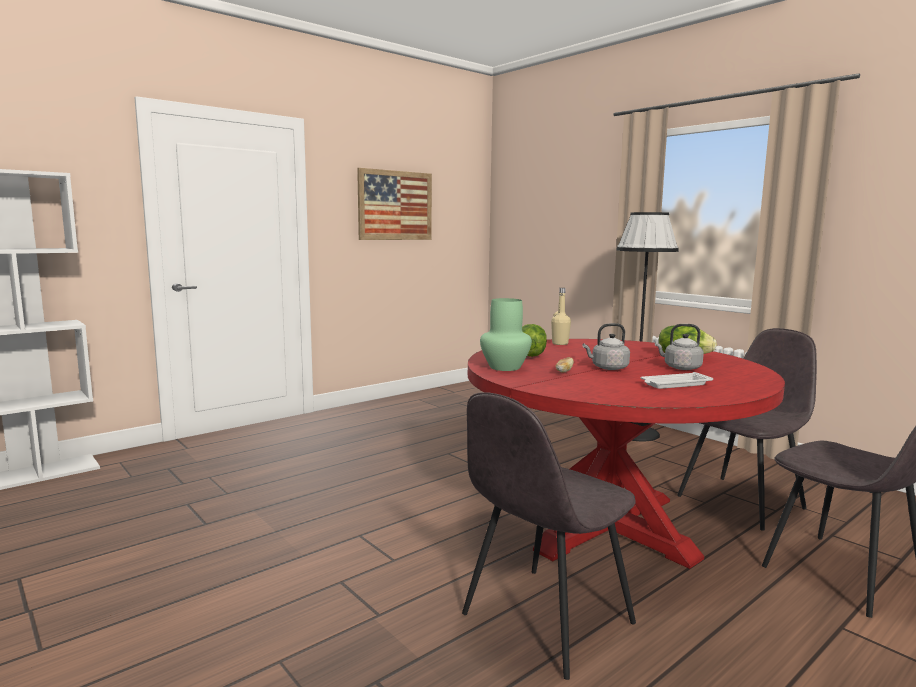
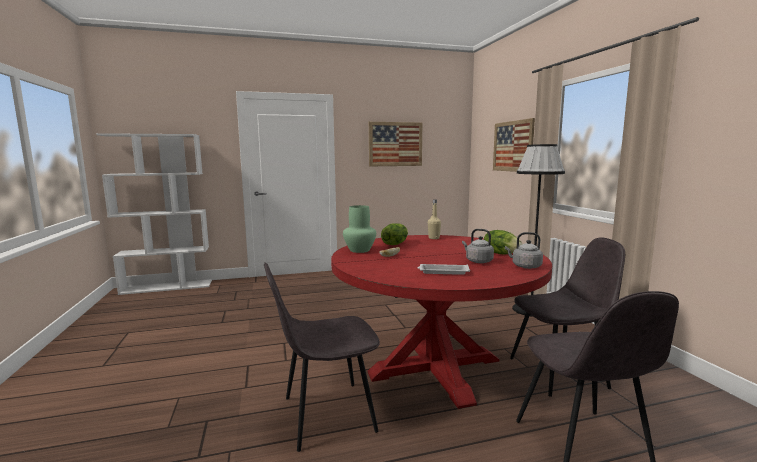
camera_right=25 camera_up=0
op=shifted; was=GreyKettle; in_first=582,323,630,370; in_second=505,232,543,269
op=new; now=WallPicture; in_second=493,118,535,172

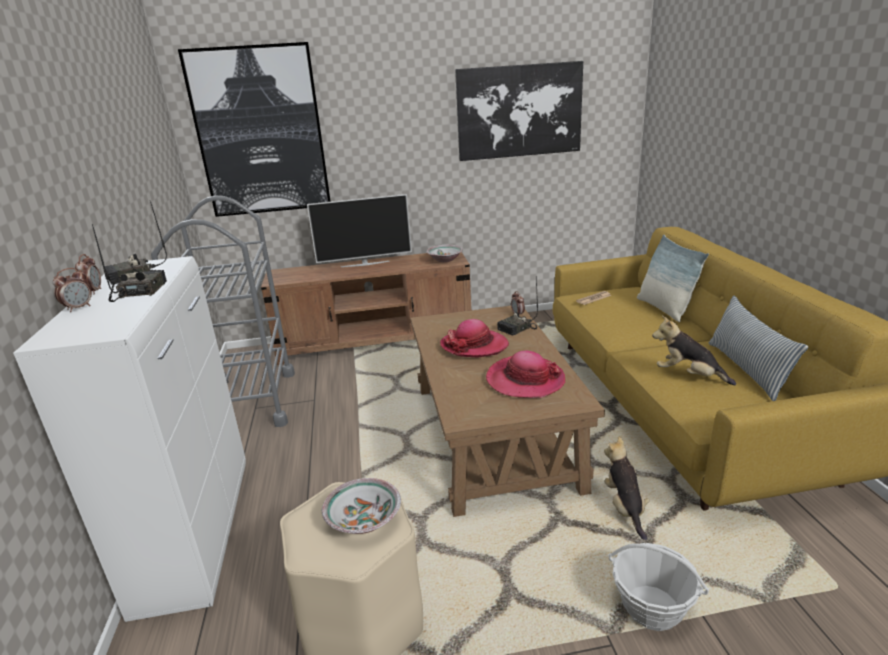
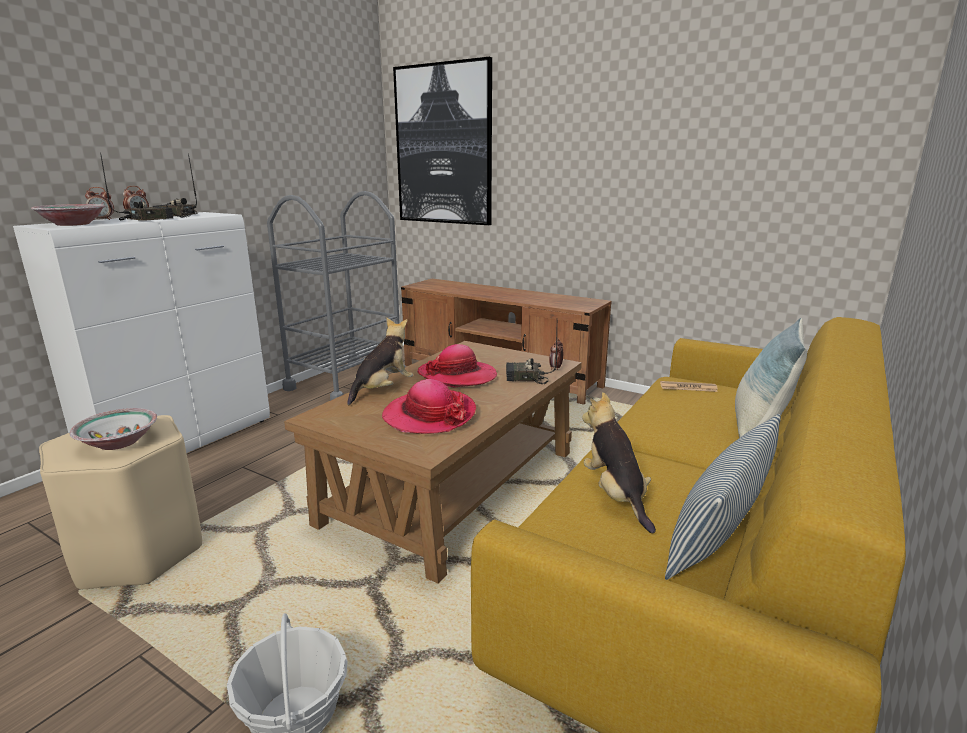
camera_right=40 camera_up=-5
op=gone; was=WallPicture; in_first=455,61,583,161
op=gone; was=Tv; in_first=307,194,412,267
op=shifted; was=Bowl; in_first=427,245,463,262; in_second=31,204,105,226
op=shifted; was=CuddlyToy; in_first=604,436,650,540; in_second=347,318,413,405

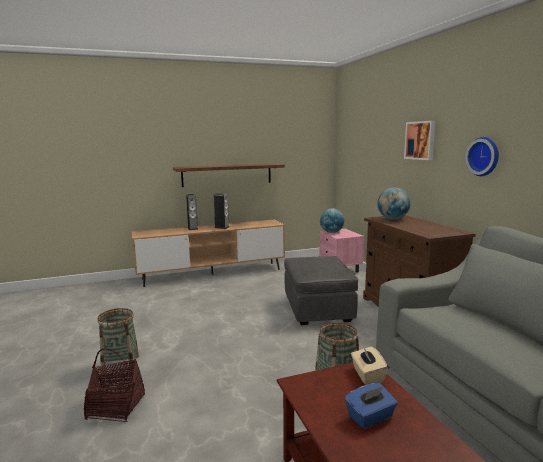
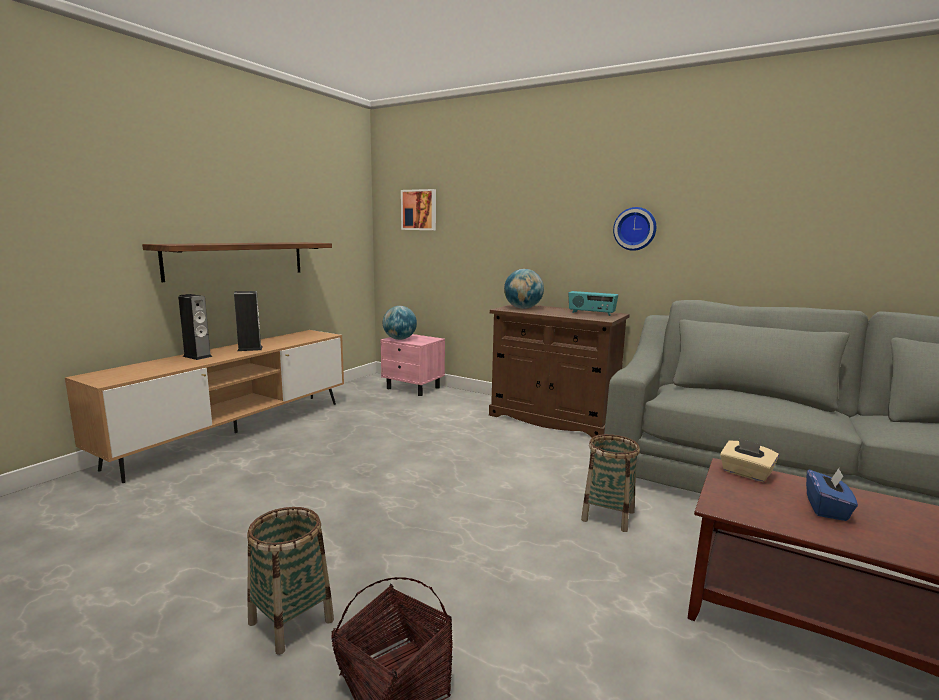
camera_right=-40 camera_up=0
op=shifted; was=WallPicture; in_first=404,121,435,160; in_second=401,189,436,230
op=gone; was=GreyFootrest; in_first=284,256,358,325
op=new; now=RadioReceiver; in_second=568,291,618,316

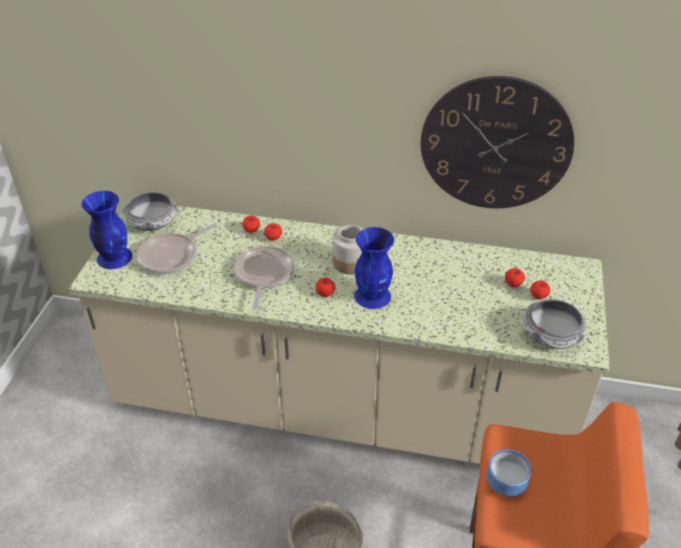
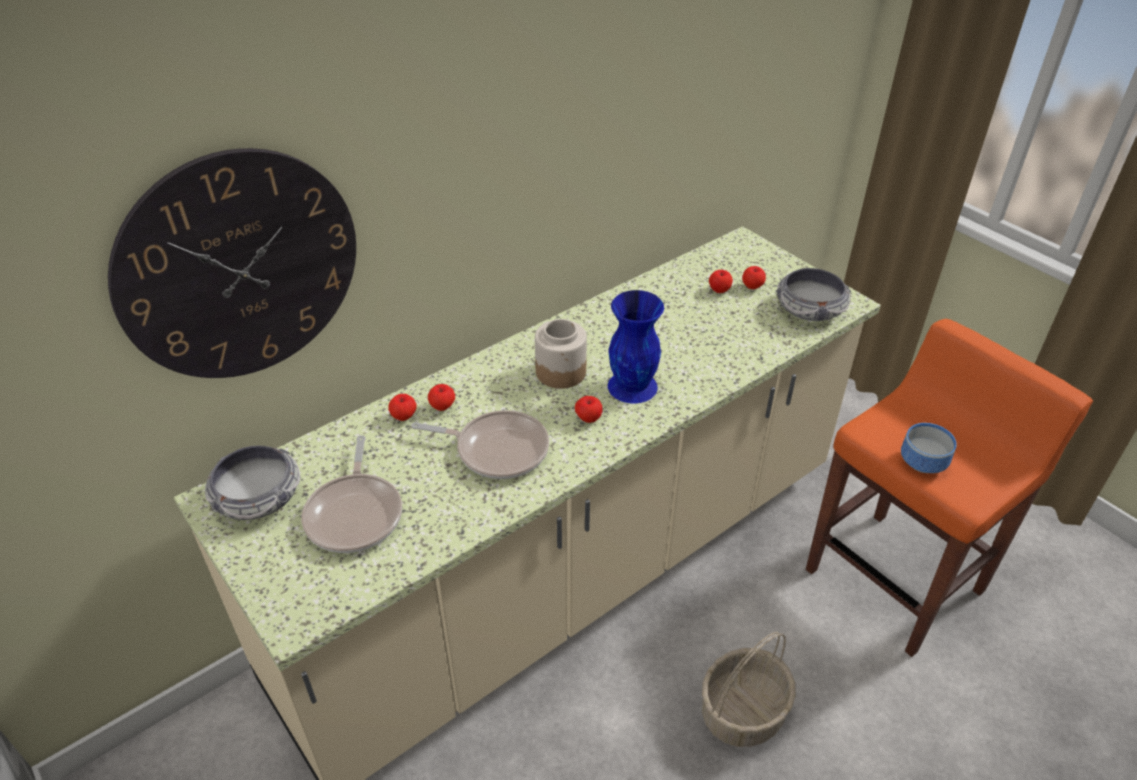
camera_right=-50 camera_up=0
op=shifted; was=ClockOnTheWall; in_first=421,76,574,208; in_second=108,148,356,378
op=gone; was=BlueColouredFlowerVase; in_first=82,191,132,269
op=rotated; was=Skillet; in_first=234,246,294,309; in_second=411,410,549,479; clockwise=150

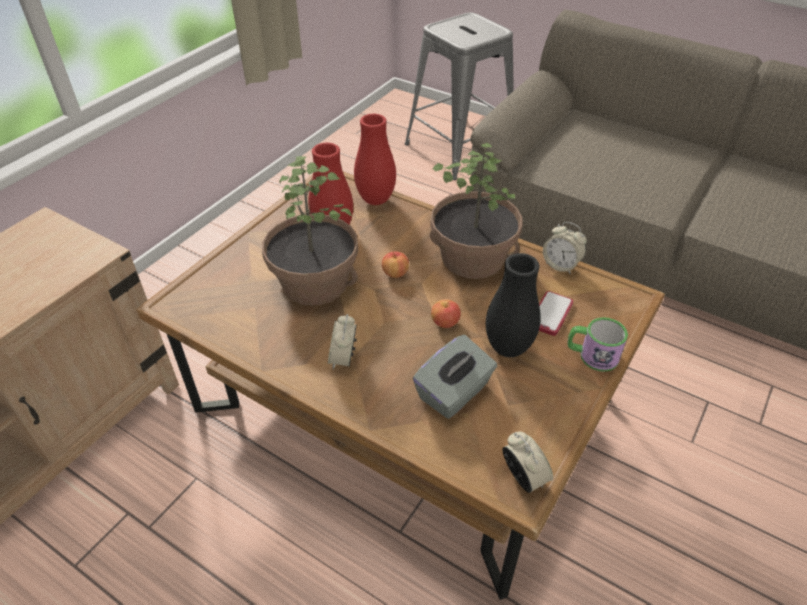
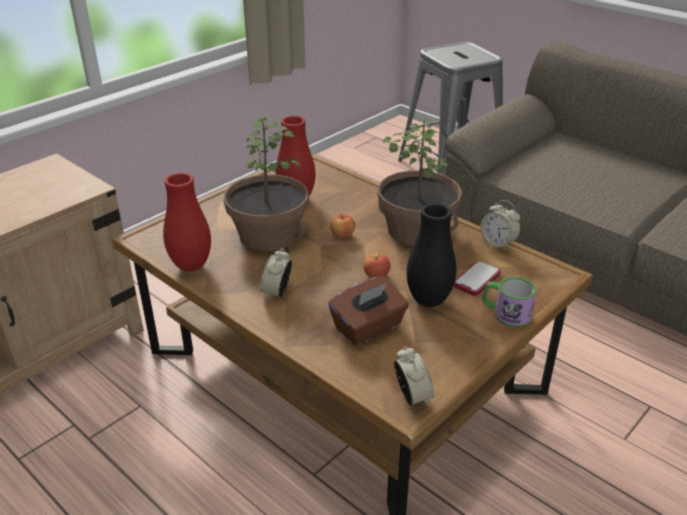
camera_right=10 camera_up=-10
op=shifted; was=RedColouredFlowerVase; in_first=354,114,396,205; in_second=163,173,211,271
op=repainted; was=GreyTissueHolder; now=BrownTissueHolder; in_first=413,335,497,419; in_second=328,276,409,346

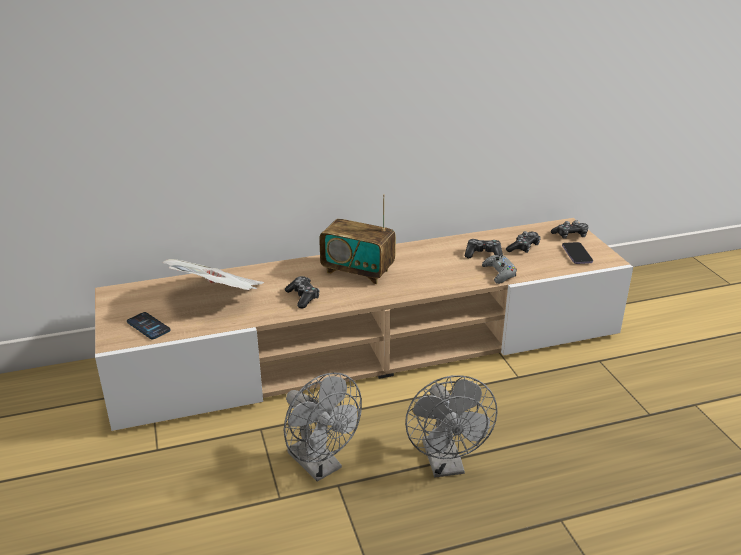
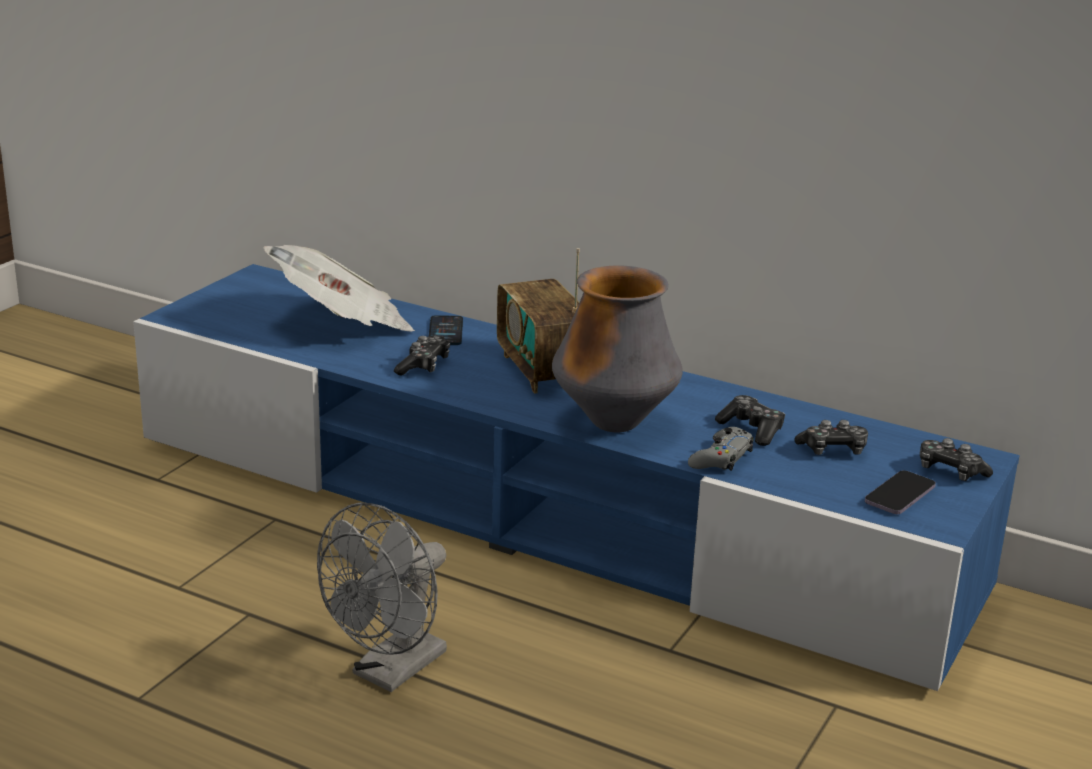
camera_right=45 camera_up=-5
op=repainted; was=SandColouredMediaConsole; now=BlueColouredMediaConsole; in_first=95,218,633,431; in_second=133,264,1020,691
op=shifted; was=Phone; in_first=127,312,171,339; in_second=429,315,463,345
op=gone; was=GreyCoolingFan; in_first=284,372,362,482
op=new; now=FlowerVase; in_second=552,266,683,432

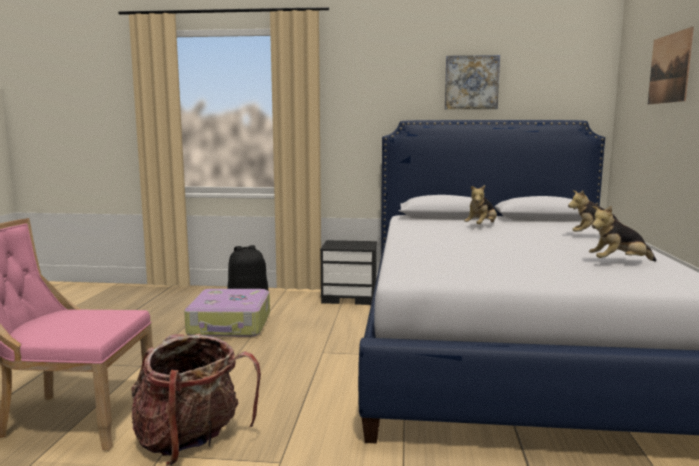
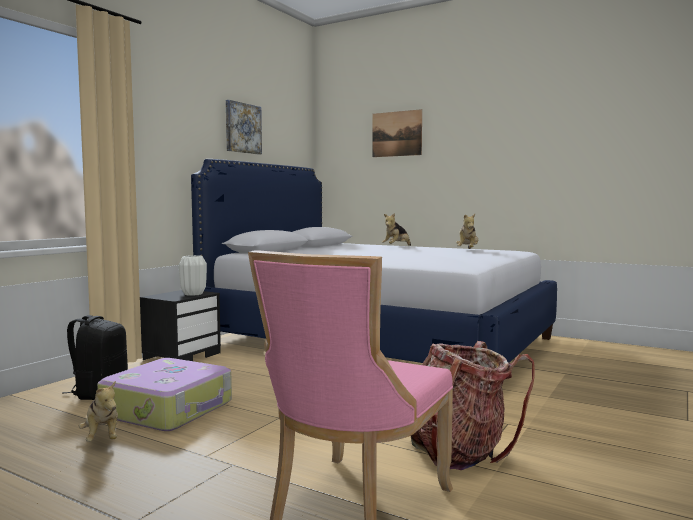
camera_right=-65 camera_up=-5
op=shifted; was=CuddlyToy; in_first=464,185,497,224; in_second=79,381,118,442
op=new; now=WhiteFlowerVase; in_second=179,255,207,296

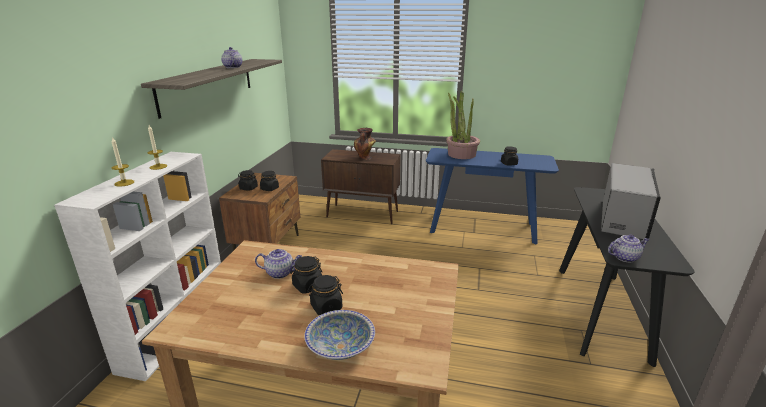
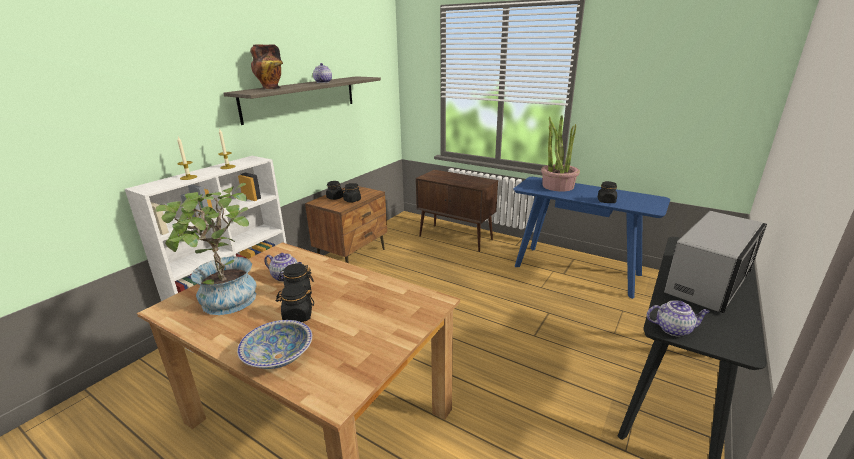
camera_right=20 camera_up=0
op=shifted; was=FlowerVase; in_first=354,128,376,160; in_second=250,44,283,89
op=new; now=Houseplant; in_second=155,183,257,315

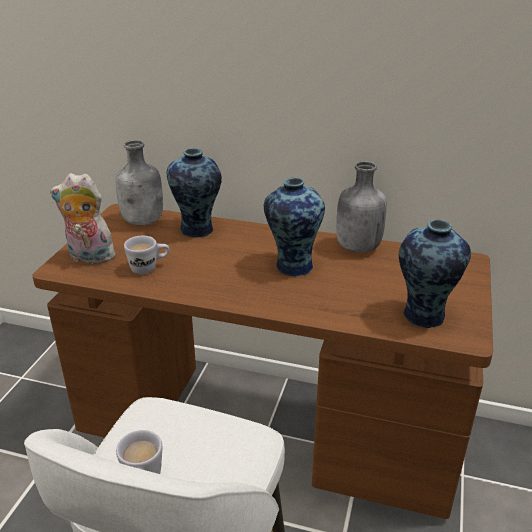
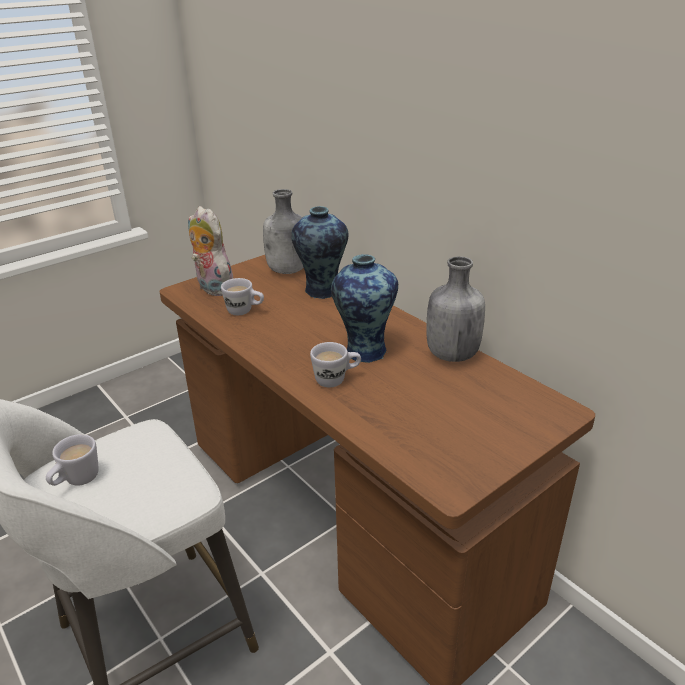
camera_right=35 camera_up=0
op=gone; was=FlowerVase; in_first=398,220,471,328
op=new; now=WhiteMug; in_second=310,342,361,388

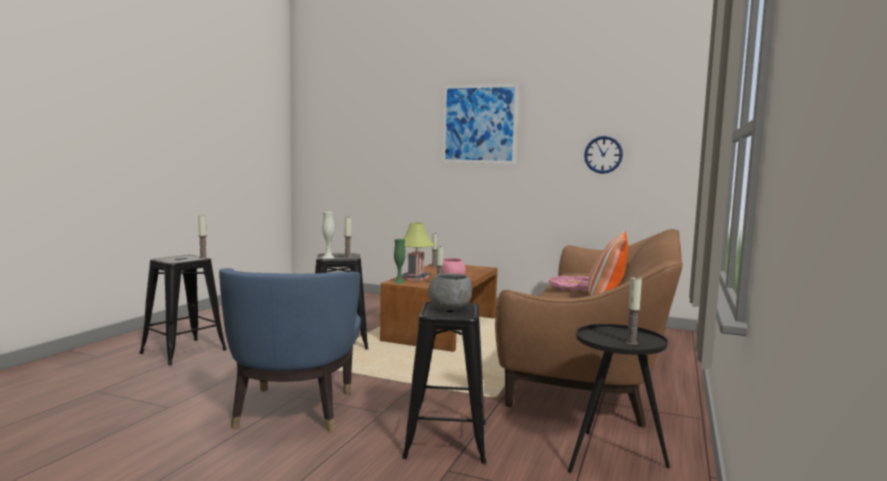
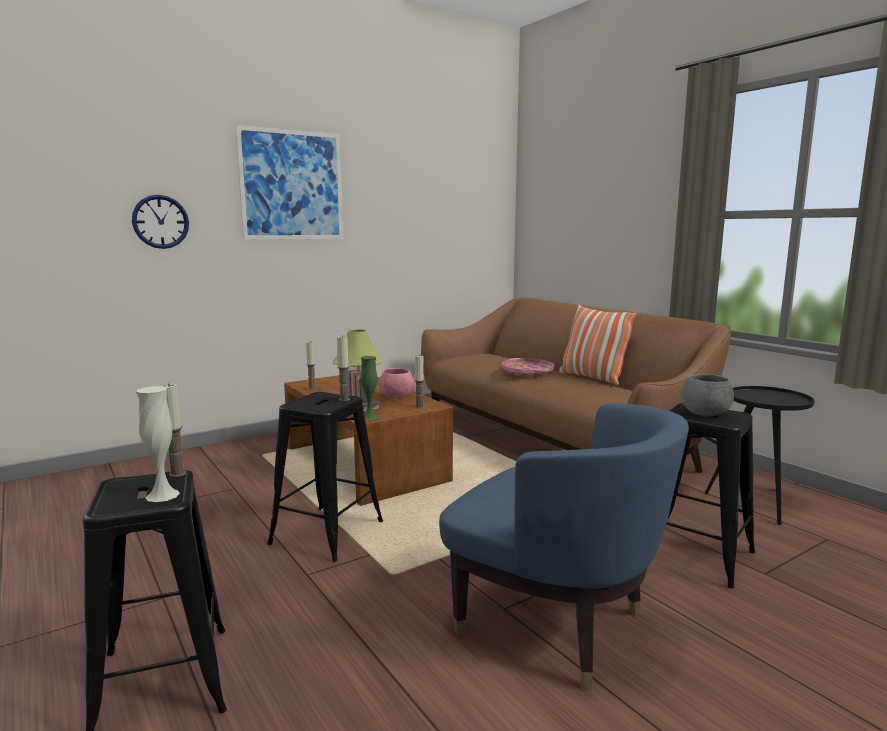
camera_right=-55 camera_up=5
op=shifted; was=ClockOnTheWall; in_first=584,136,623,174; in_second=132,195,189,249
op=shifted; was=WhiteFlowerVase; in_first=322,212,335,259; in_second=136,386,180,502
op=gone; was=WaxLight; in_first=626,276,642,345

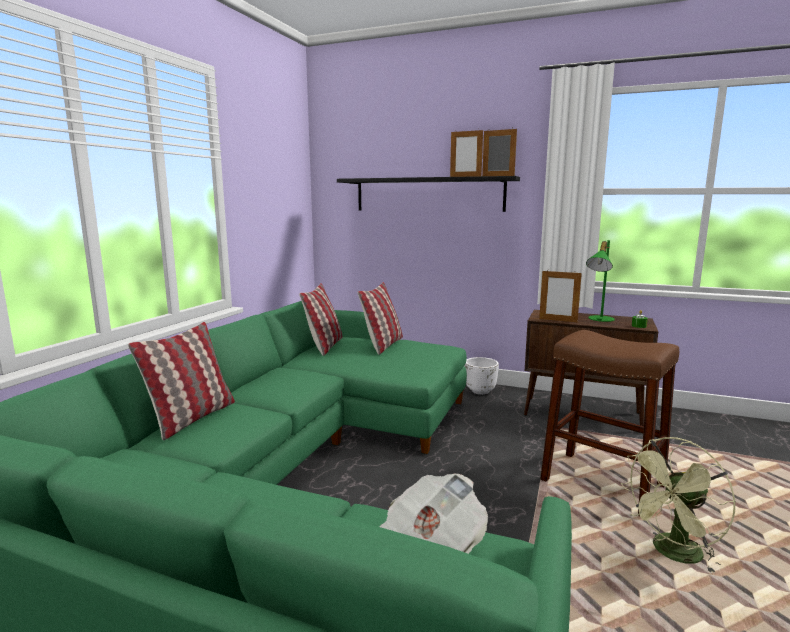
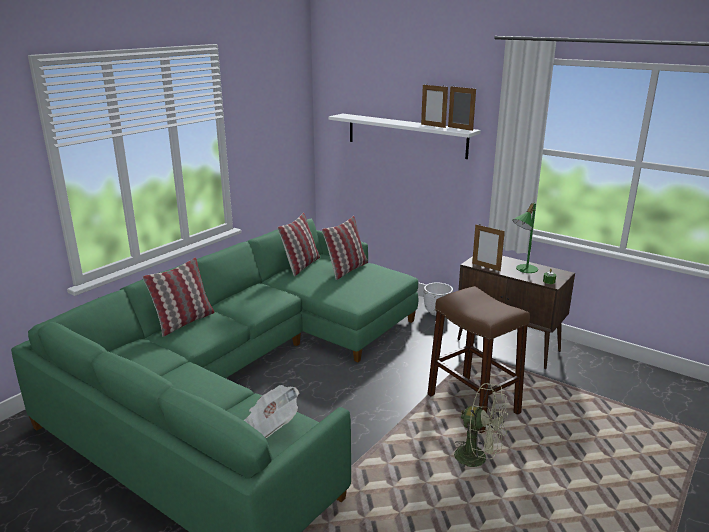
camera_right=15 camera_up=10
op=repainted; was=BlackWallShelf; now=WhiteWallShelf; in_first=337,176,520,212; in_second=328,113,481,159
op=rotated; was=GreenishCoolingFan; in_first=621,437,736,574; in_second=454,383,508,467; clockwise=-135

